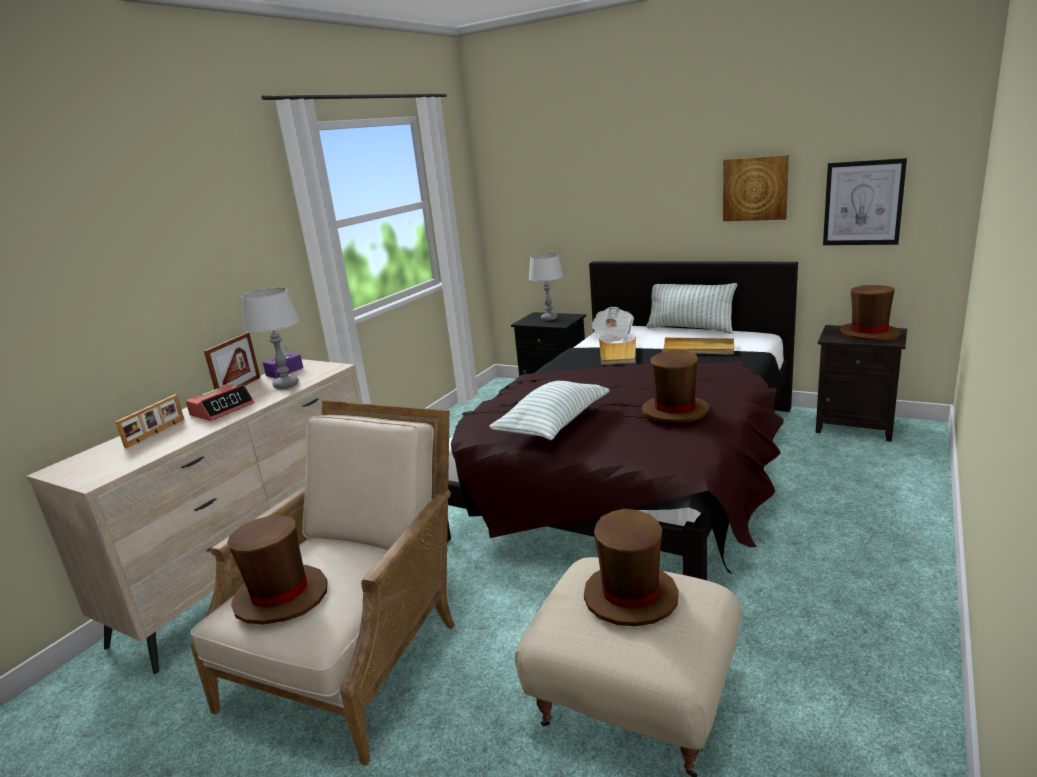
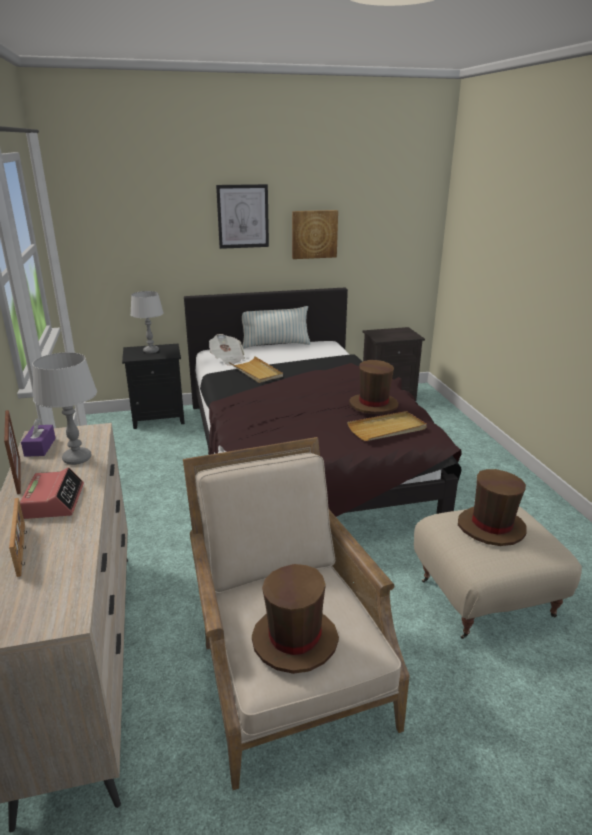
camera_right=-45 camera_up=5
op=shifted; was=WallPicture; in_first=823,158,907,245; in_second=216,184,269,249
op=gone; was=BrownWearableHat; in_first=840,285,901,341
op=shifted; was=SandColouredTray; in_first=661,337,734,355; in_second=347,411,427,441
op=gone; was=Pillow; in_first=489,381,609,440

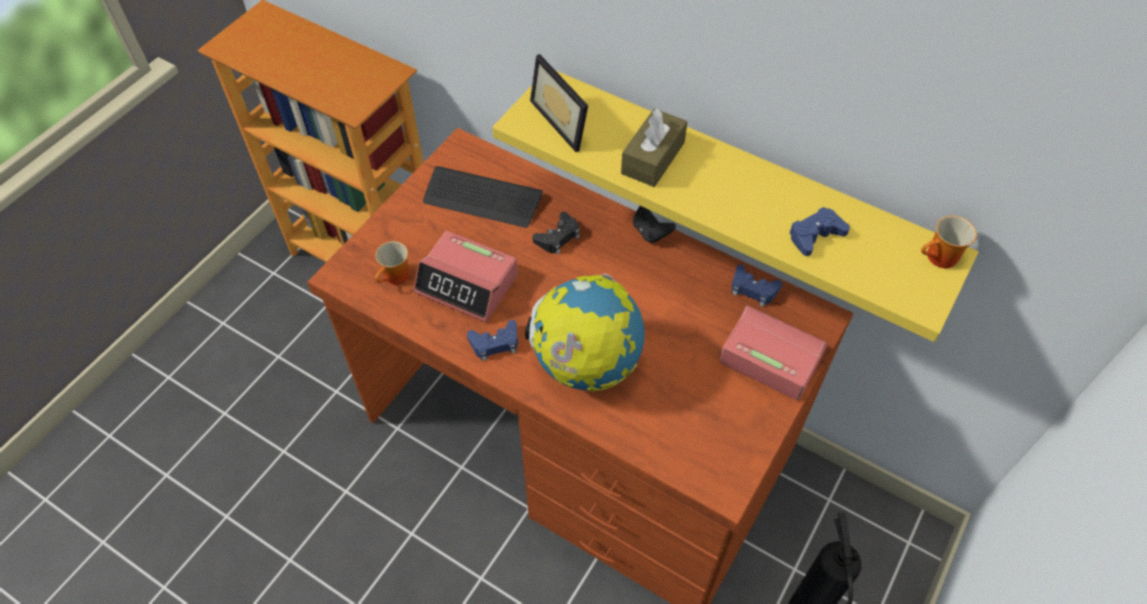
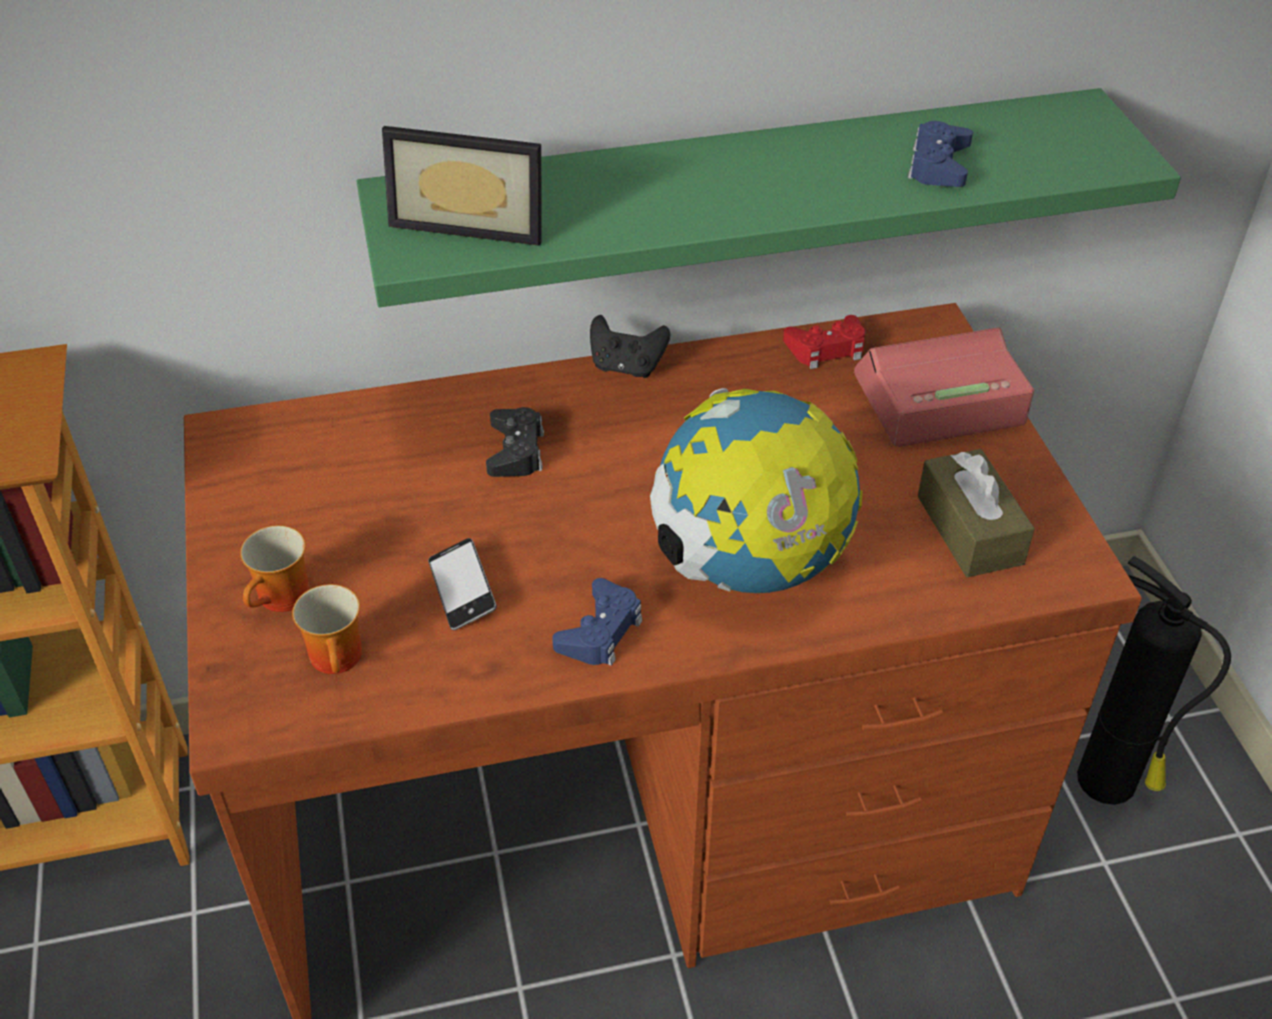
camera_right=-45 camera_up=-10
op=repainted; was=YellowishWallShelf; now=GreenishWallShelf; in_first=492,70,978,342; in_second=356,88,1181,307
op=shifted; was=BrownTissueHolder; in_first=621,108,687,187; in_second=918,449,1035,577
op=gone; was=ComputerKeyboard; in_first=423,166,543,228
op=shifted; was=Mug; in_first=921,216,977,268; in_second=240,525,309,612
op=swapped; was=BedsideClock; now=Phone; in_first=414,231,518,322; in_second=428,538,497,630
op=repainted; was=BlueColouredGamepad; now=RedColouredGamepad; in_first=732,264,783,307; in_second=783,315,865,369

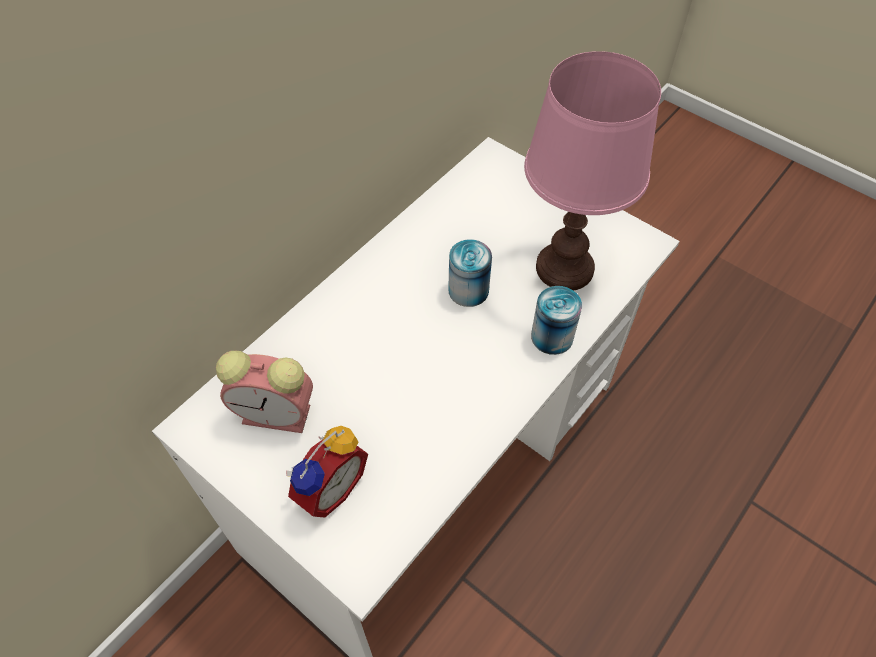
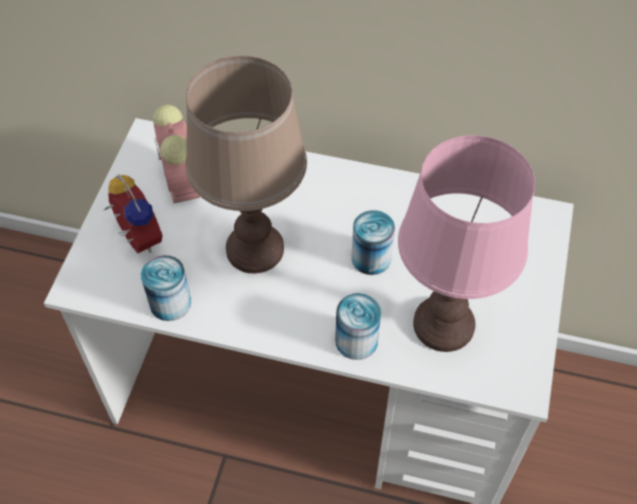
camera_right=65 camera_up=0
op=rotated; was=BedsideClock; in_first=286,426,368,518; in_second=103,174,163,253; clockwise=-135
op=new; now=BrownTableLamp; in_second=185,56,307,273
op=new; now=MetalCan; in_second=141,255,191,321

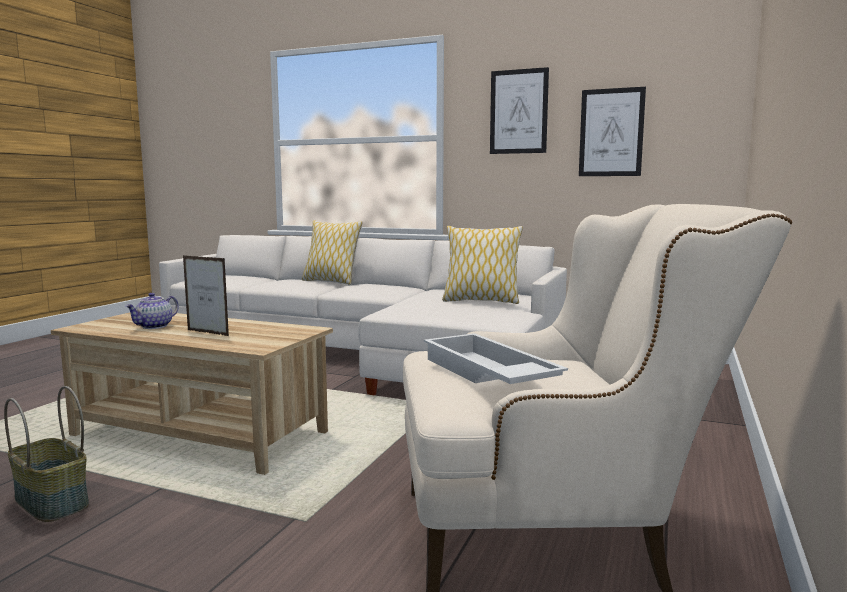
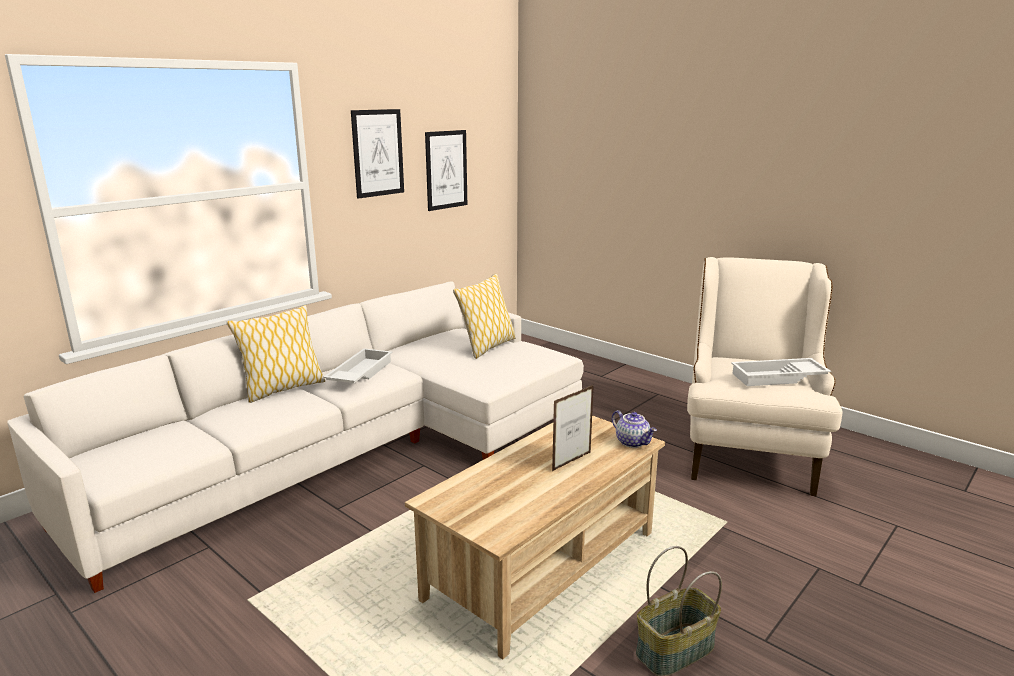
camera_right=-70 camera_up=10
op=shifted; was=TeaPot; in_first=125,293,179,329; in_second=612,410,657,448
op=new; now=WhiteTray; in_second=323,348,393,383

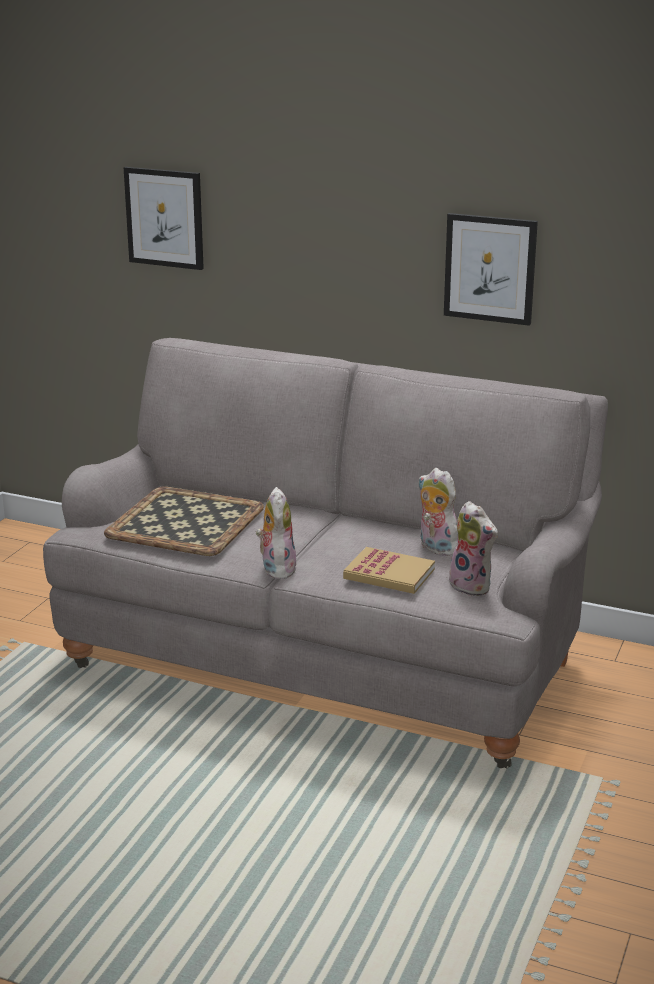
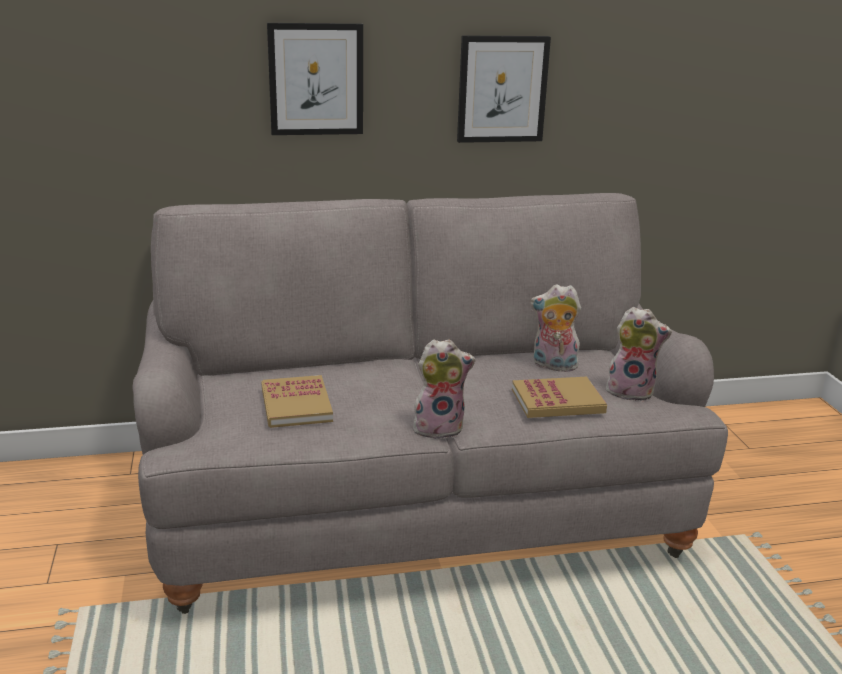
camera_right=-35 camera_up=0
op=shifted; was=WallPicture; in_first=124,167,204,270; in_second=267,23,363,135
op=swapped; was=Tray; now=BoundBook; in_first=104,486,264,556; in_second=261,375,333,428
op=rotated; was=CuddlyToy; in_first=256,487,297,579; in_second=413,339,476,439; clockwise=120

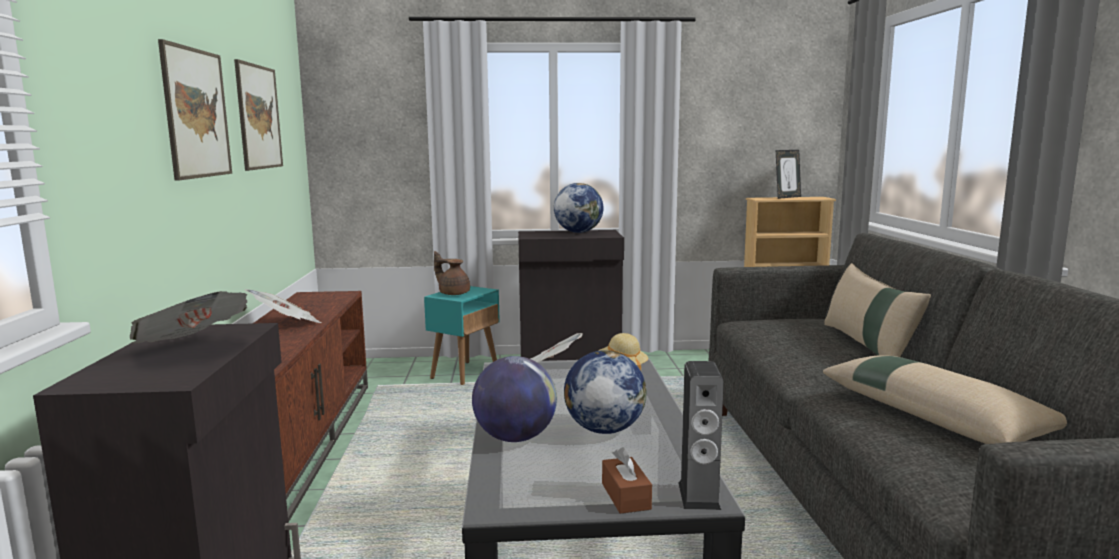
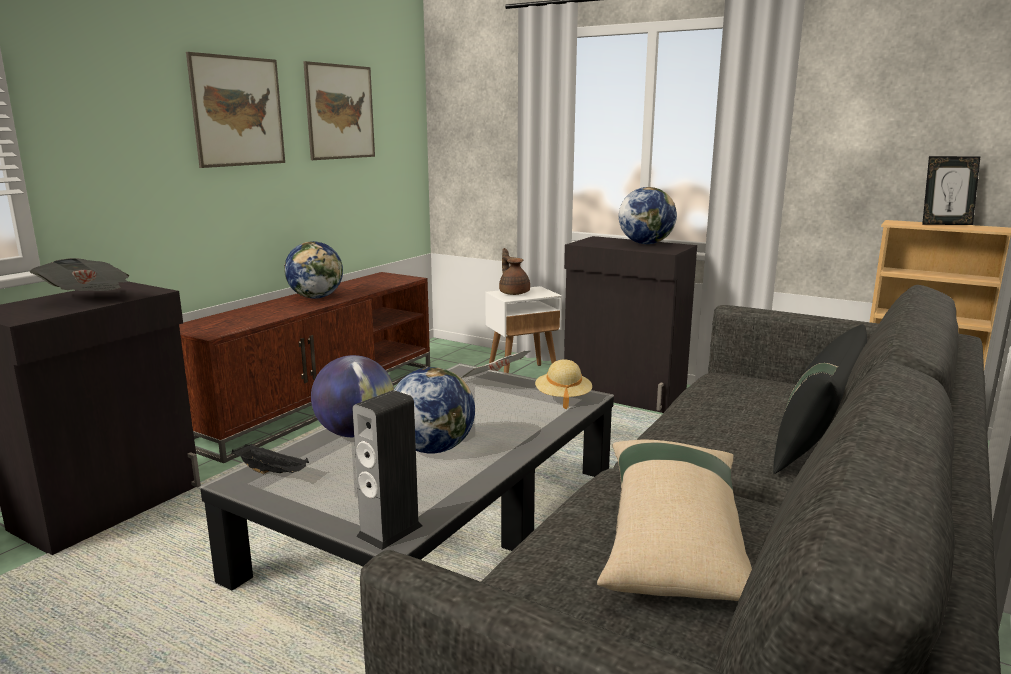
camera_right=35 camera_up=5
op=repainted; was=SandColouredPillow; now=BlackPillow; in_first=824,263,931,357; in_second=773,324,867,474
op=repainted; was=TurquoiseEndTable; now=WhiteEndTable; in_first=424,286,500,385; in_second=485,286,562,373
op=swapped; was=PrintedPaper; now=DeskGlobe; in_first=245,289,322,323; in_second=284,241,343,299
op=gone; was=BrownTissueHolder; in_first=602,447,652,514
op=new; now=BlackTray; in_second=231,444,309,474

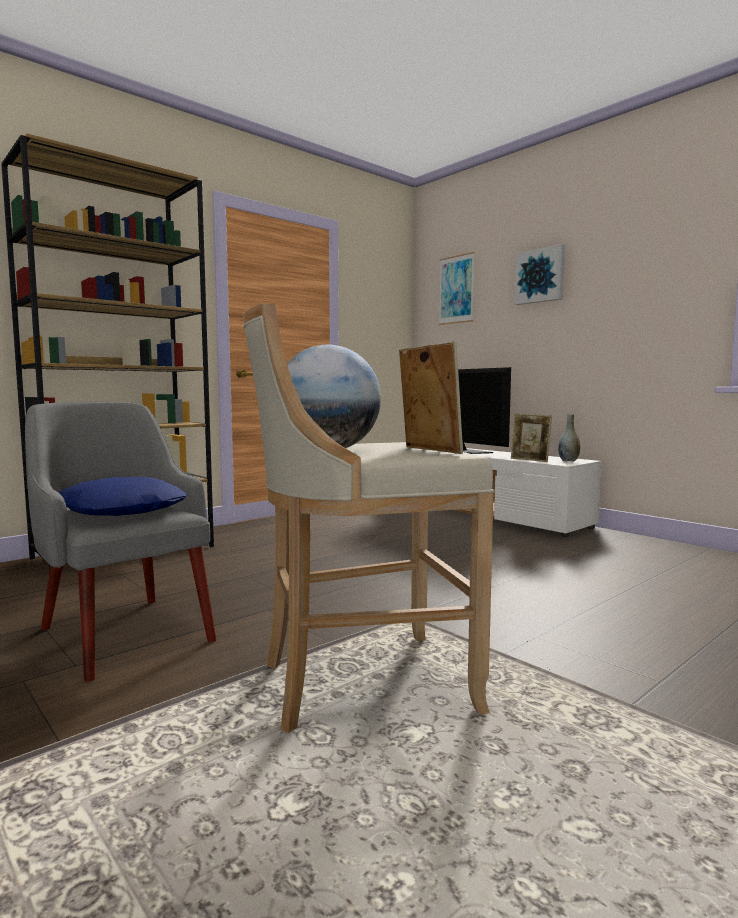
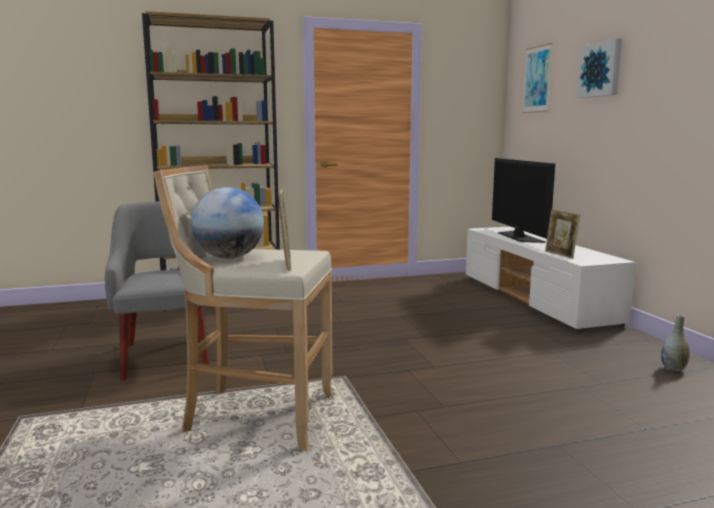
camera_right=25 camera_up=5
op=shifted; was=GreyFlowerVase; in_first=558,414,580,461; in_second=661,315,690,372
op=gone; was=BlueColouredPillow; in_first=58,477,187,516

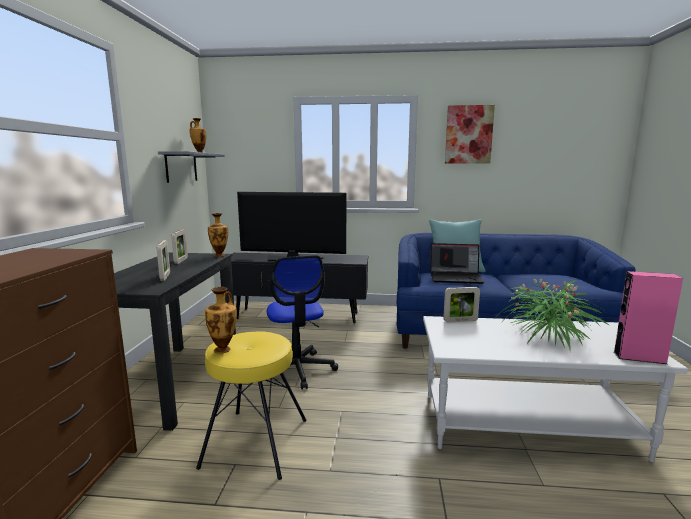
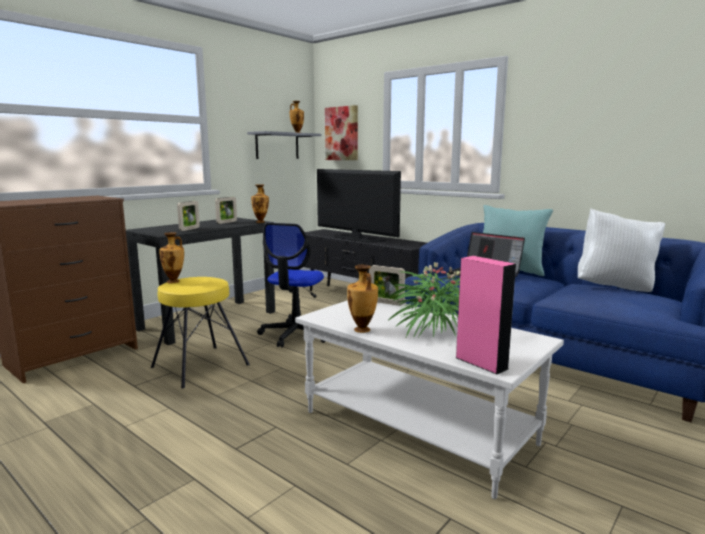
camera_right=35 camera_up=0
op=shifted; was=WallPicture; in_first=445,105,495,164; in_second=325,105,358,160
op=new; now=WhitePillow; in_second=578,208,665,292
op=new; now=FlowerVase; in_second=347,265,378,333

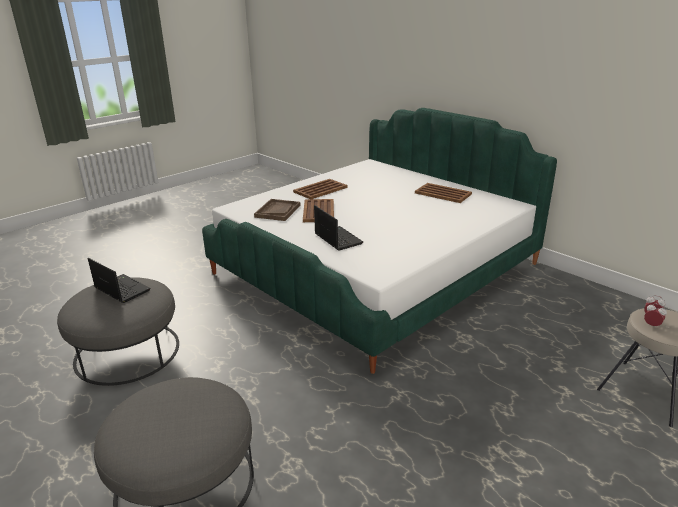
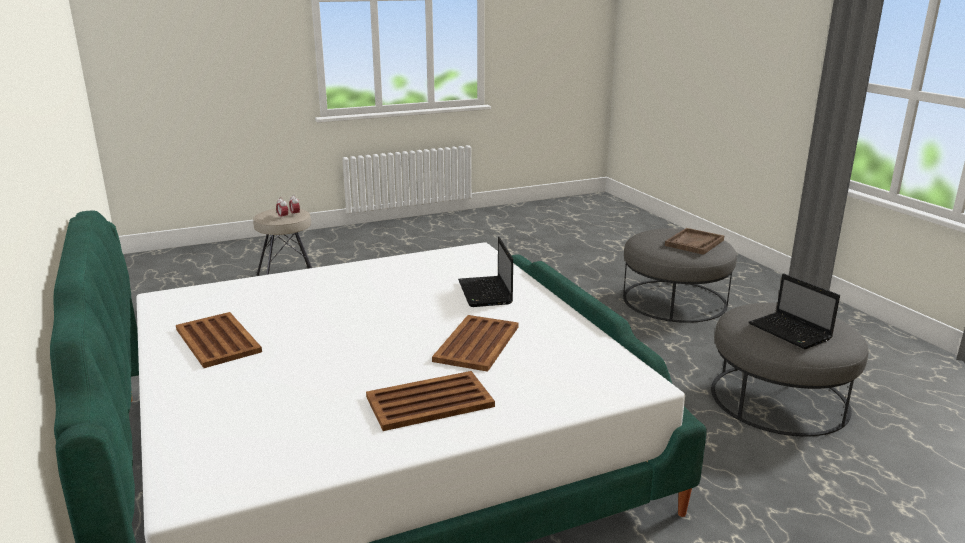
camera_right=-160 camera_up=-5
op=shifted; was=BrownTray; in_first=254,199,300,221; in_second=665,228,724,255

